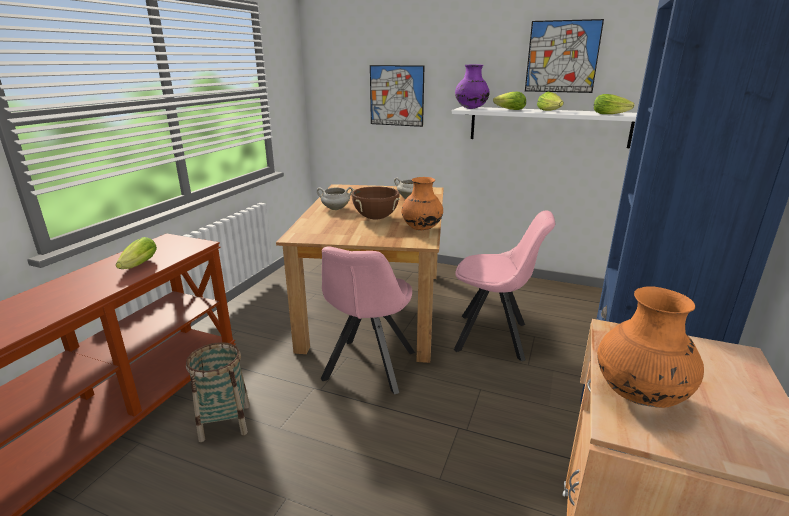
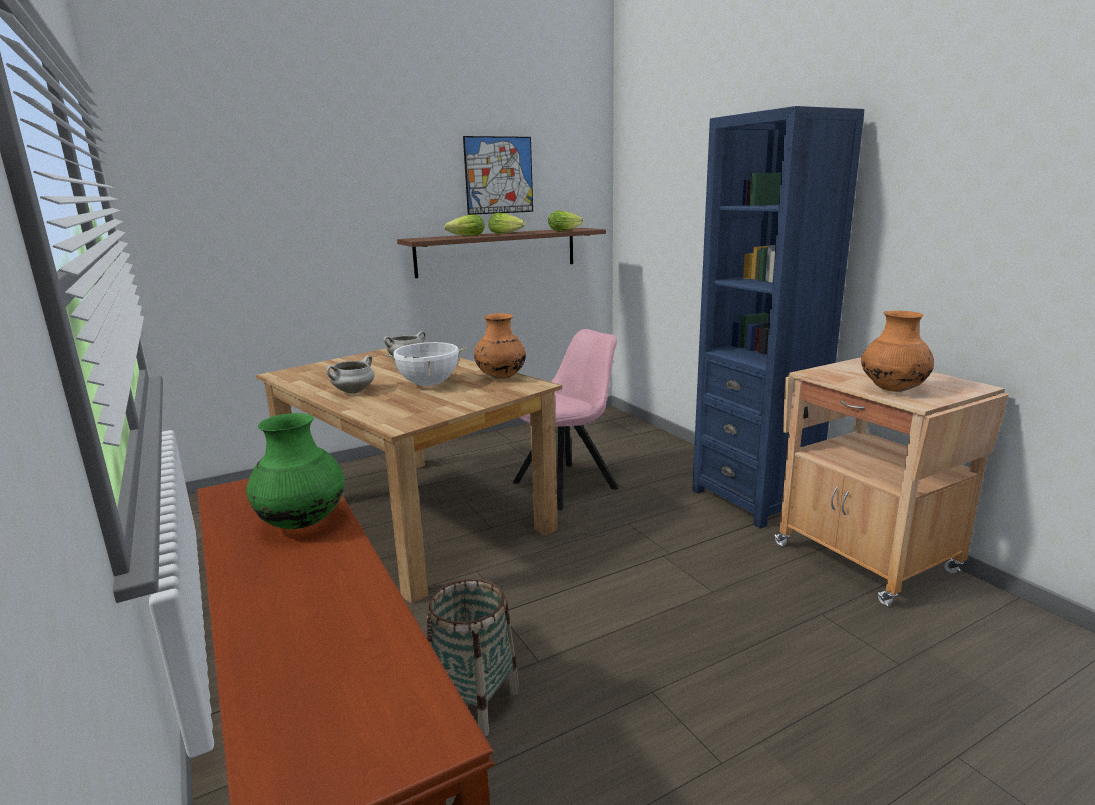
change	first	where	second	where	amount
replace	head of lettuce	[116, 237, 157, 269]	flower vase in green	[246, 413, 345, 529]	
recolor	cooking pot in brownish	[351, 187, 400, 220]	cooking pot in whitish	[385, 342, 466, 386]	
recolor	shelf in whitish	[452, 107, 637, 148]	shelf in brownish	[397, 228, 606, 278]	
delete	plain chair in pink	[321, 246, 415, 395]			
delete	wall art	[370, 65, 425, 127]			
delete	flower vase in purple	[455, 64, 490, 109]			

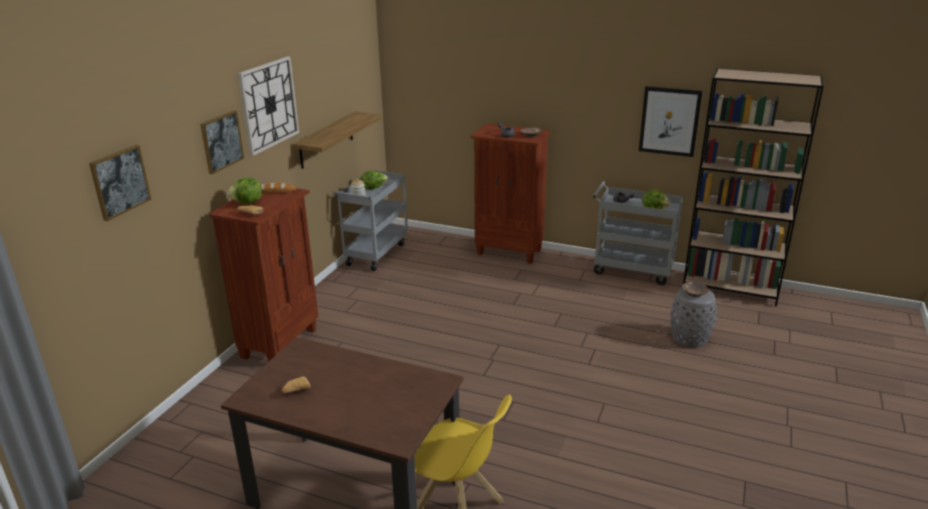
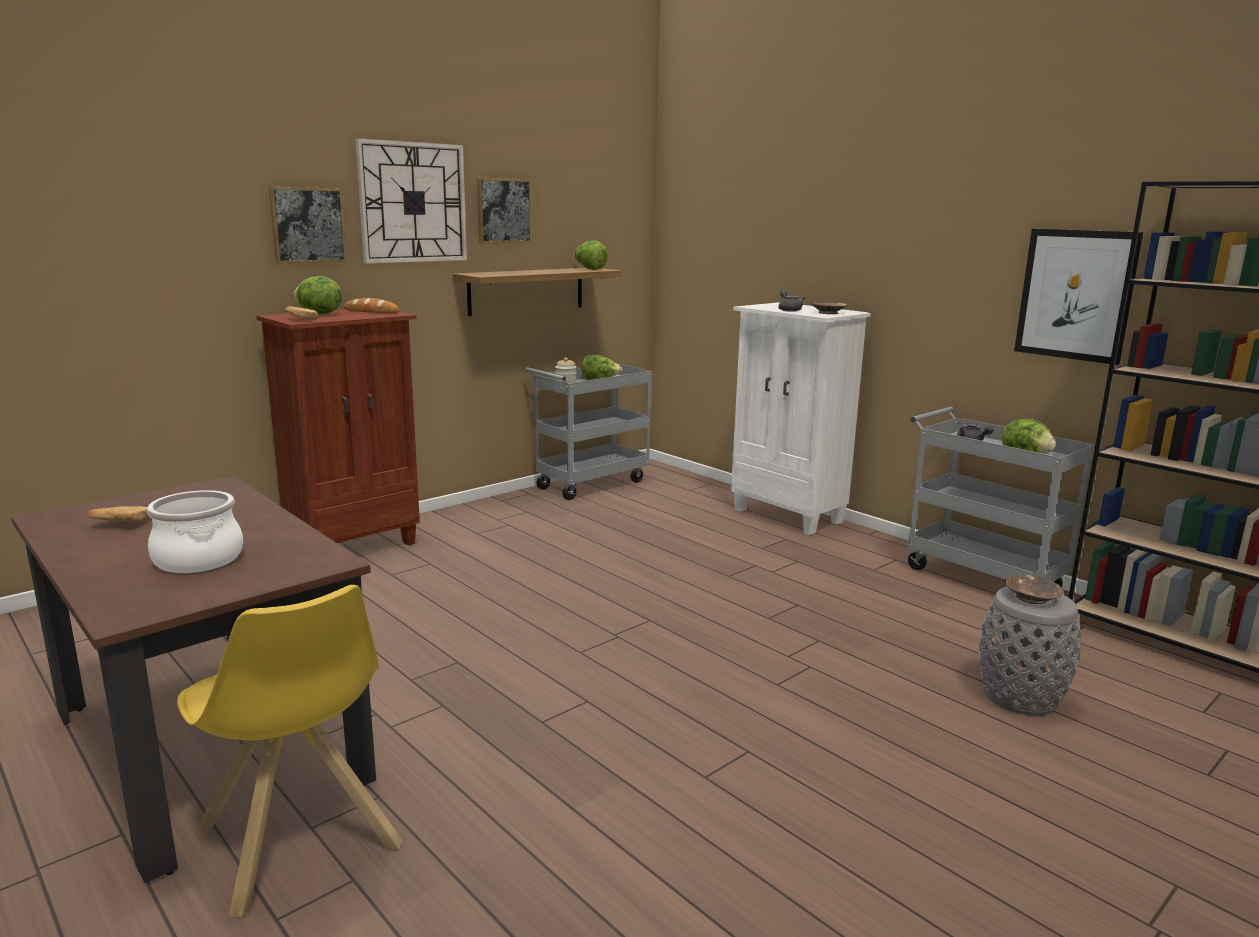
change	first	where	second	where	amount
insert			cooking pot	[147, 490, 243, 573]	
move	wall art	[89, 145, 151, 221]		[477, 178, 532, 243]	
insert			head of lettuce	[574, 240, 608, 270]	
recolor	cabinet in brownish	[470, 124, 551, 264]	cabinet in whitish	[731, 302, 870, 535]	

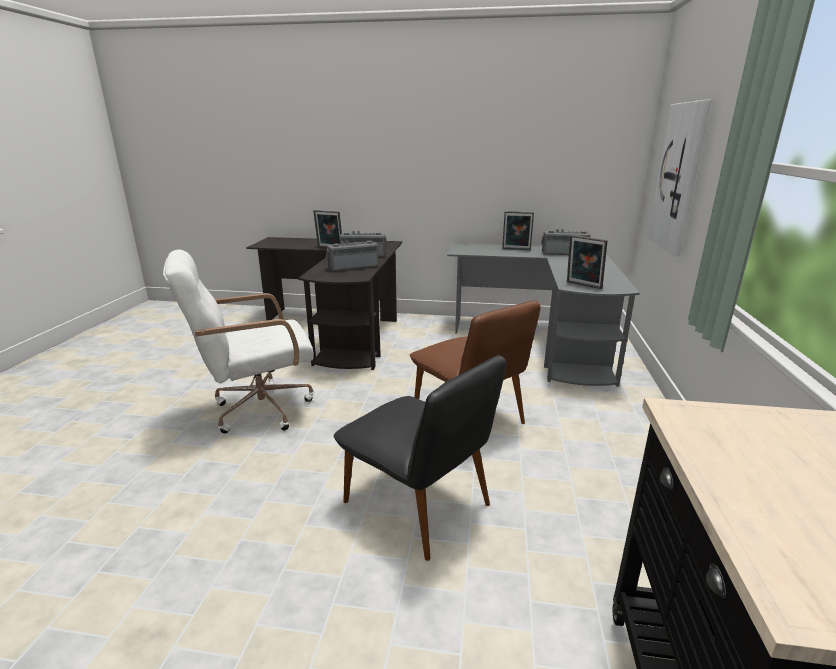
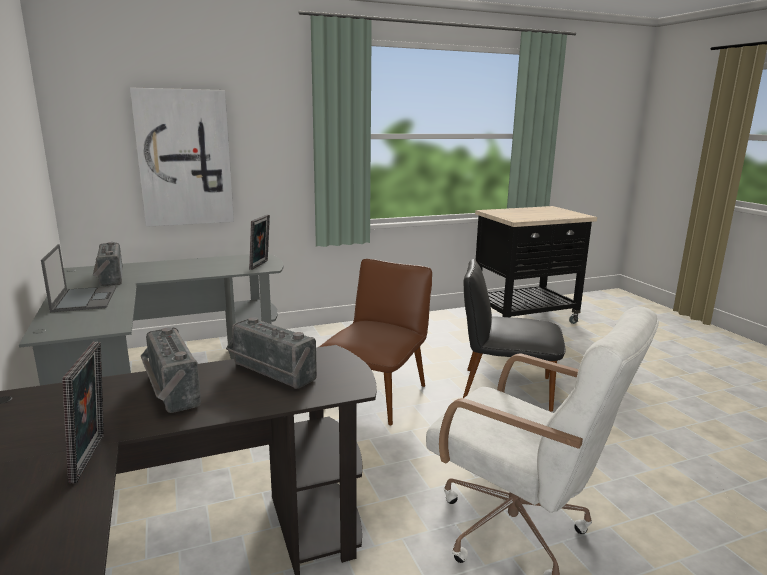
change	first	where	second	where	amount
replace	picture frame	[502, 211, 534, 250]	portable computer	[41, 244, 116, 312]	
rotate	plain chair in black-coloured	[334, 355, 506, 561]		[463, 259, 566, 412]	90 degrees counterclockwise

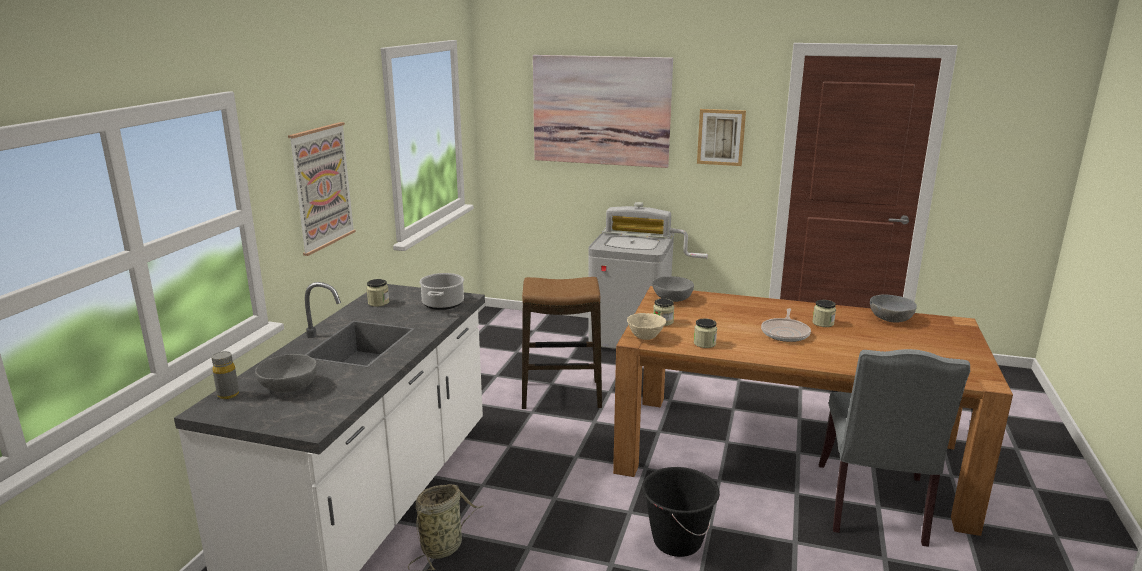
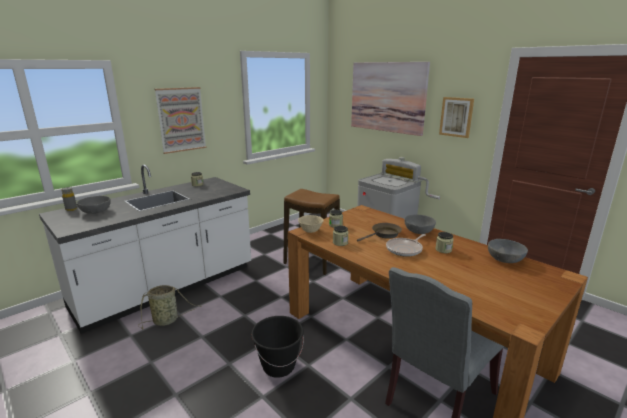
change	first	where	second	where	amount
insert			skillet in brownish	[357, 223, 402, 242]	
move	serving bowl in greyish	[653, 276, 694, 302]		[404, 214, 436, 234]	
delete	cooking pot	[419, 273, 464, 310]			

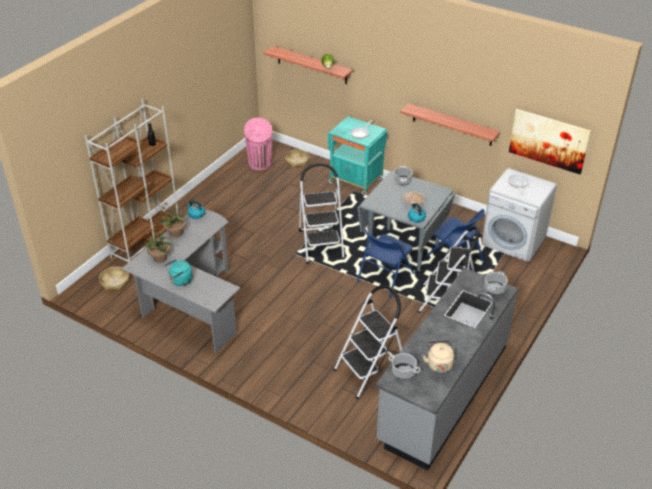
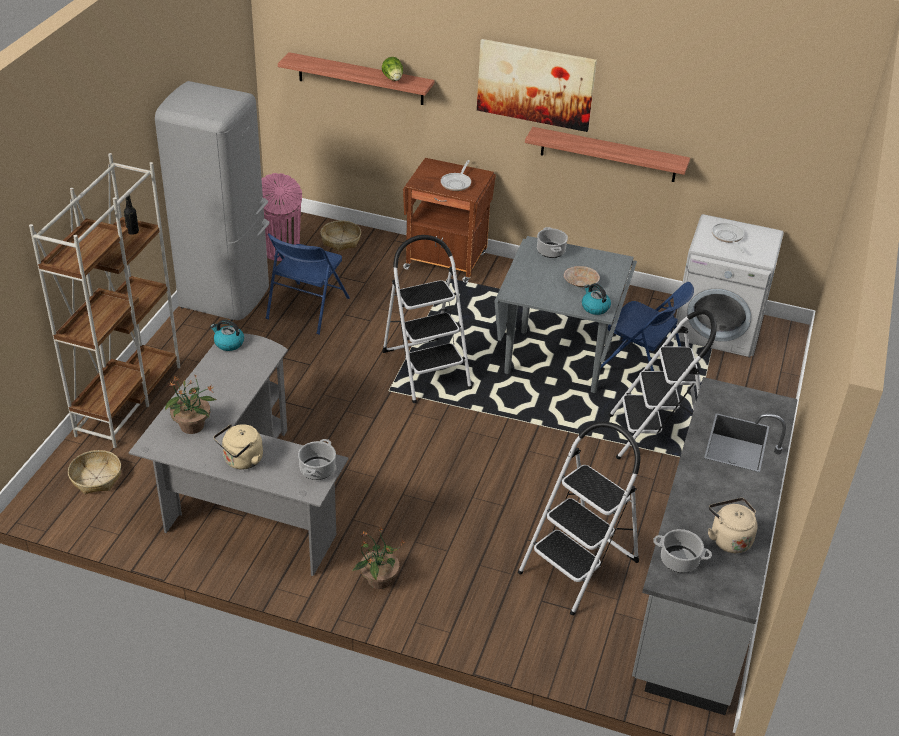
change	first	where	second	where	amount
insert			kitchen fridge in greyish	[155, 81, 270, 321]	
recolor	tea kettle in blue-green	[165, 259, 193, 286]	tea kettle in beige	[214, 424, 263, 470]	
move	plain chair in bluish	[357, 229, 415, 298]		[266, 233, 350, 335]	
move	cooking pot	[485, 271, 508, 295]		[298, 439, 336, 480]	
move	potted plant	[158, 201, 188, 237]		[352, 526, 405, 589]	
recolor	wheeled cart in blue-green	[328, 116, 388, 196]	wheeled cart in brownish	[403, 158, 496, 283]	
move	wall art	[509, 109, 591, 174]		[477, 39, 597, 132]	

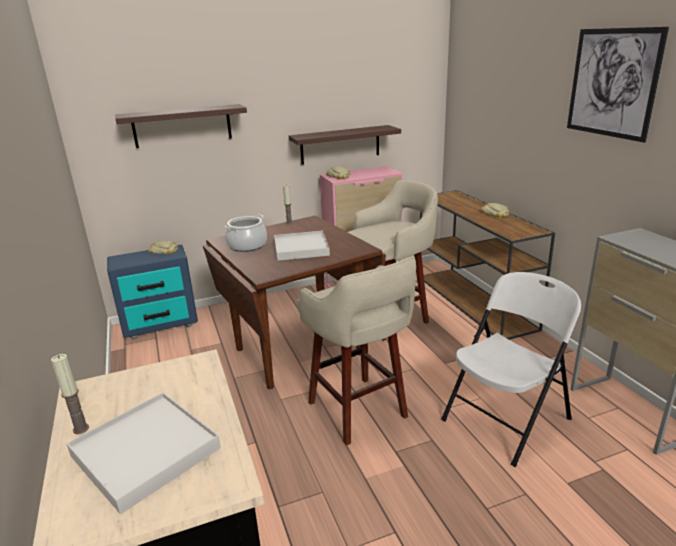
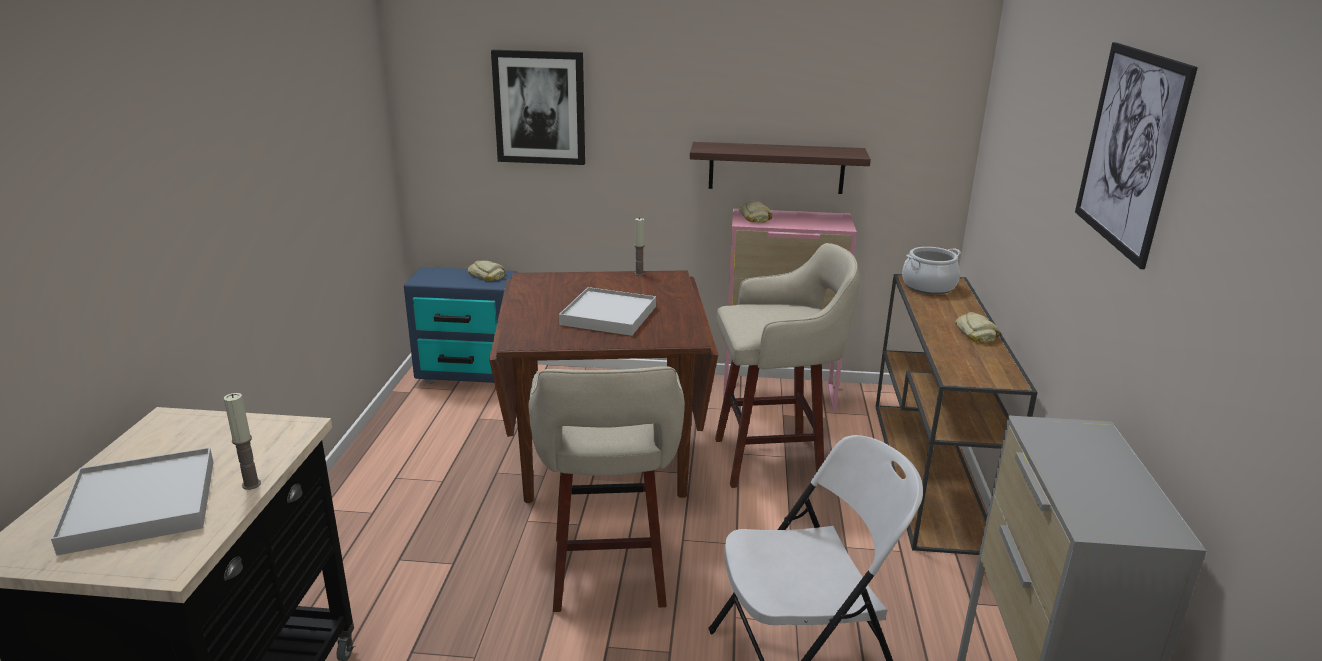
change	first	where	second	where	amount
move	wax candle	[51, 354, 89, 434]		[224, 393, 261, 490]	
replace	shelf	[115, 104, 247, 148]	wall art	[491, 50, 585, 165]	
move	cooking pot	[224, 215, 267, 252]		[902, 247, 961, 294]	

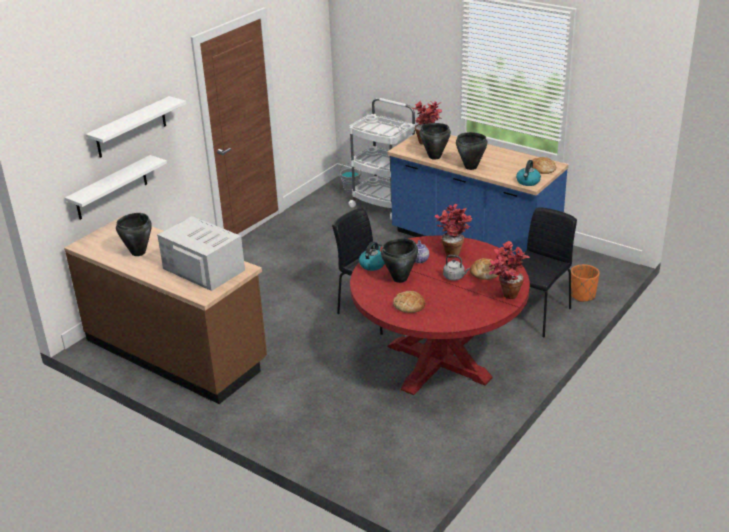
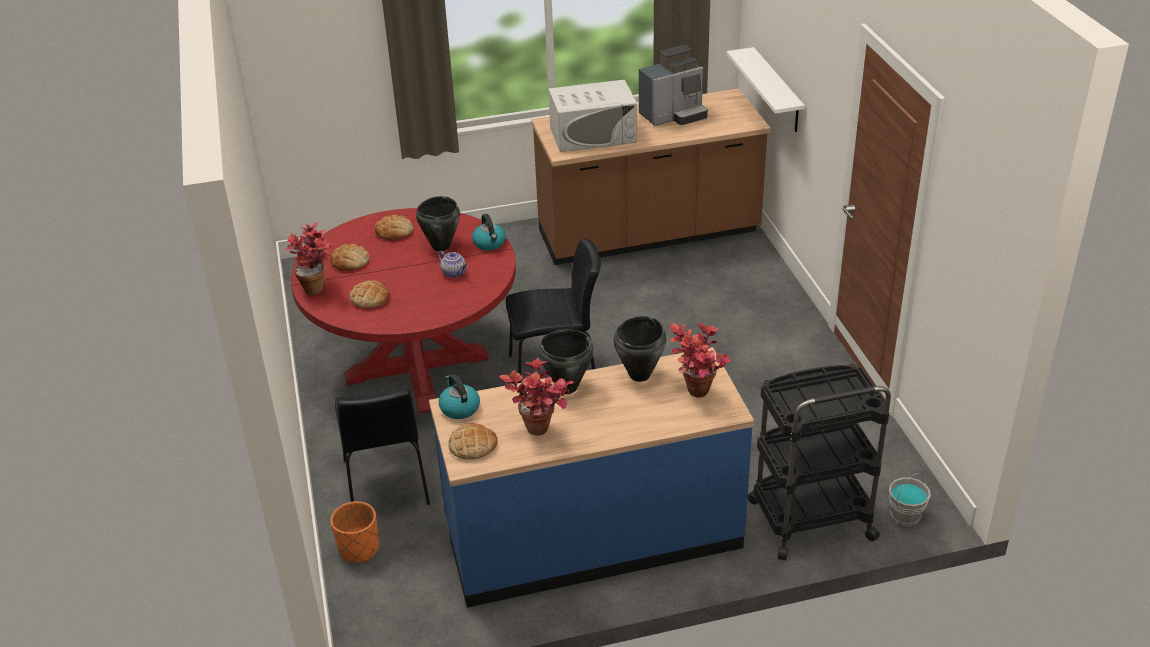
change	first	where	second	where	amount
insert			bread	[330, 244, 370, 271]	
move	potted plant	[435, 204, 472, 258]		[499, 358, 573, 436]	
replace	cooking pot in black-coloured	[116, 213, 152, 256]	coffee maker	[639, 45, 708, 126]	
recolor	wheeled cart in whitish	[348, 98, 416, 220]	wheeled cart in black-coloured	[748, 364, 891, 561]	
delete	shelf in whitish	[86, 96, 186, 158]			
delete	tea kettle in greyish	[443, 255, 470, 281]			

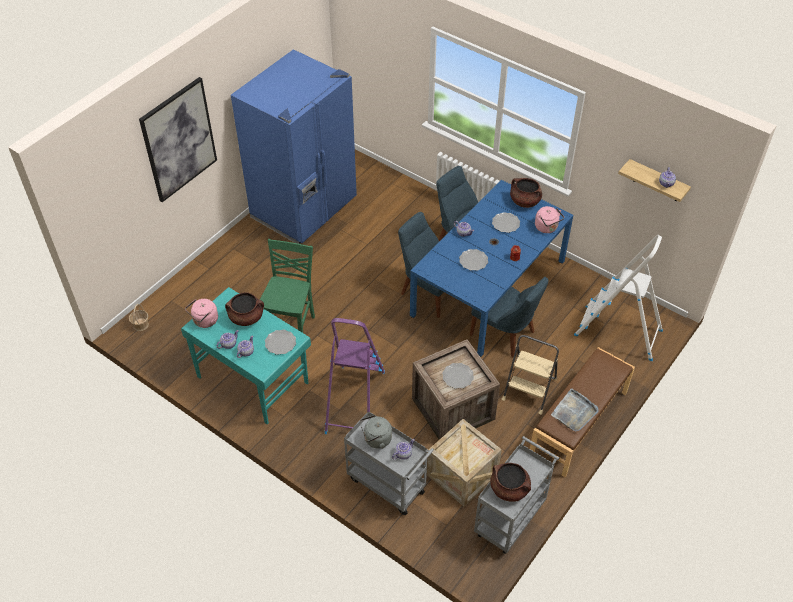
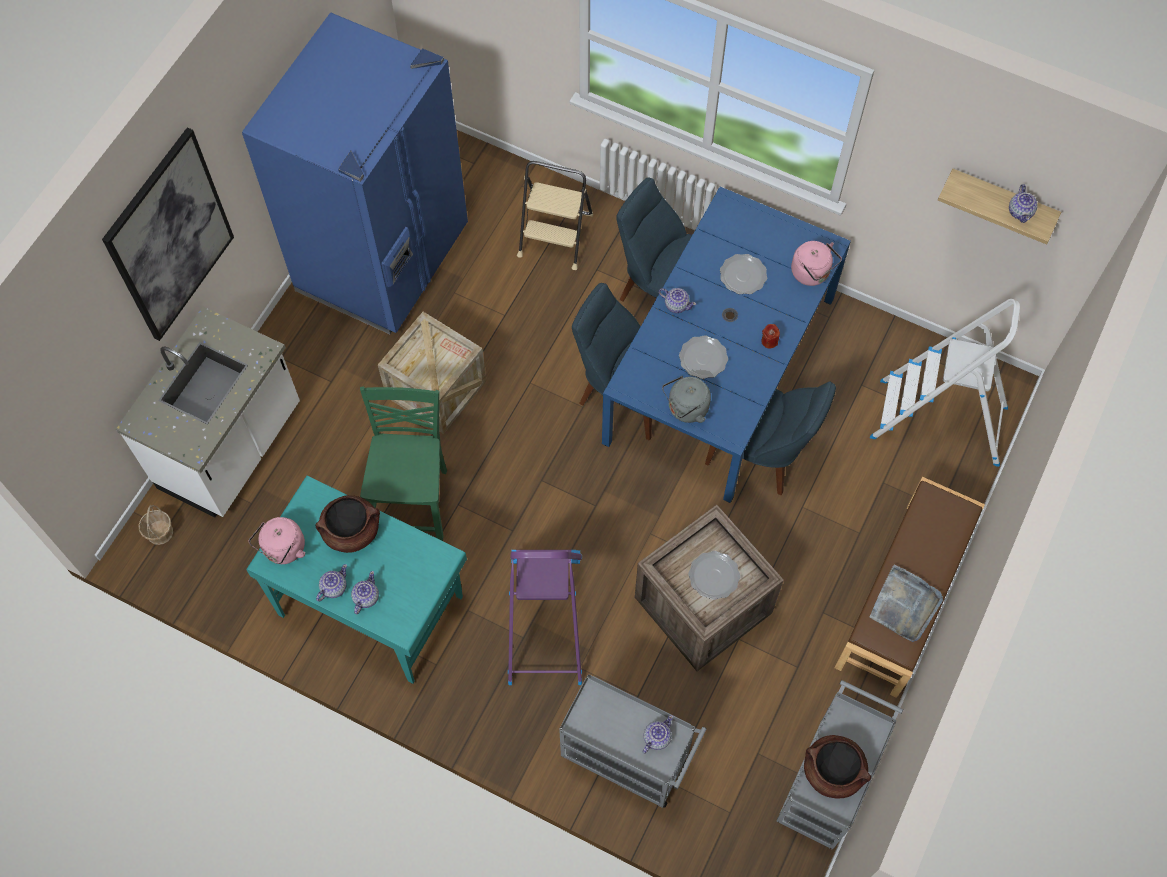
change	first	where	second	where	amount
insert			counter in whitish	[116, 307, 300, 517]	
move	shipping crate	[427, 419, 502, 507]		[378, 312, 486, 434]	
move	step stool in beige	[502, 335, 559, 415]		[517, 161, 593, 270]	
move	tea kettle in greyish	[360, 415, 392, 449]		[662, 376, 711, 423]	
delete	flat dish	[265, 330, 296, 355]			
delete	cooking pot in brownish	[510, 178, 542, 208]			

